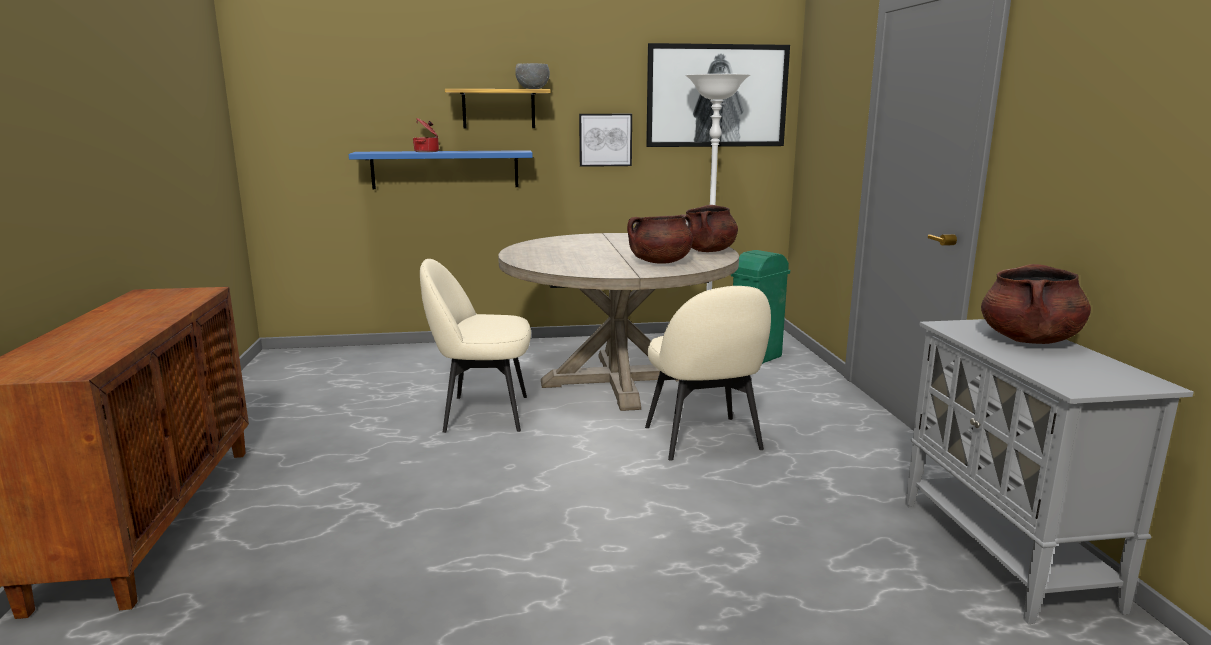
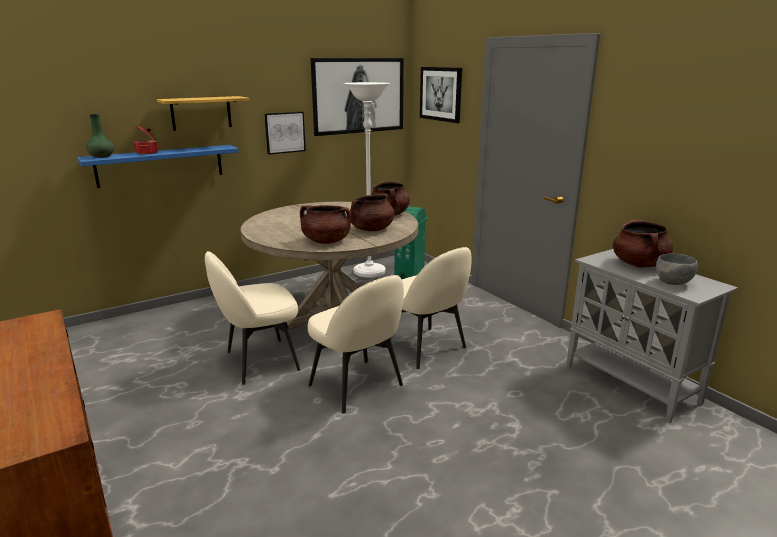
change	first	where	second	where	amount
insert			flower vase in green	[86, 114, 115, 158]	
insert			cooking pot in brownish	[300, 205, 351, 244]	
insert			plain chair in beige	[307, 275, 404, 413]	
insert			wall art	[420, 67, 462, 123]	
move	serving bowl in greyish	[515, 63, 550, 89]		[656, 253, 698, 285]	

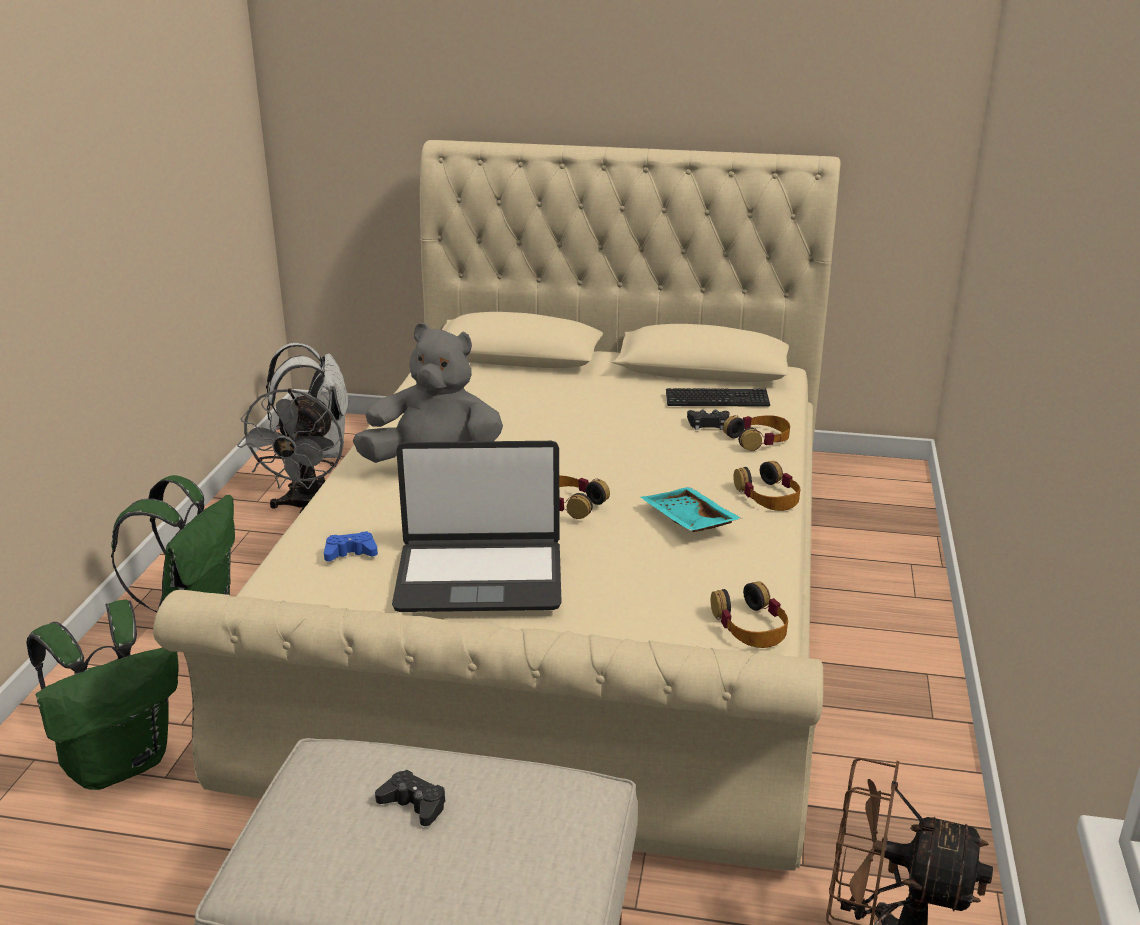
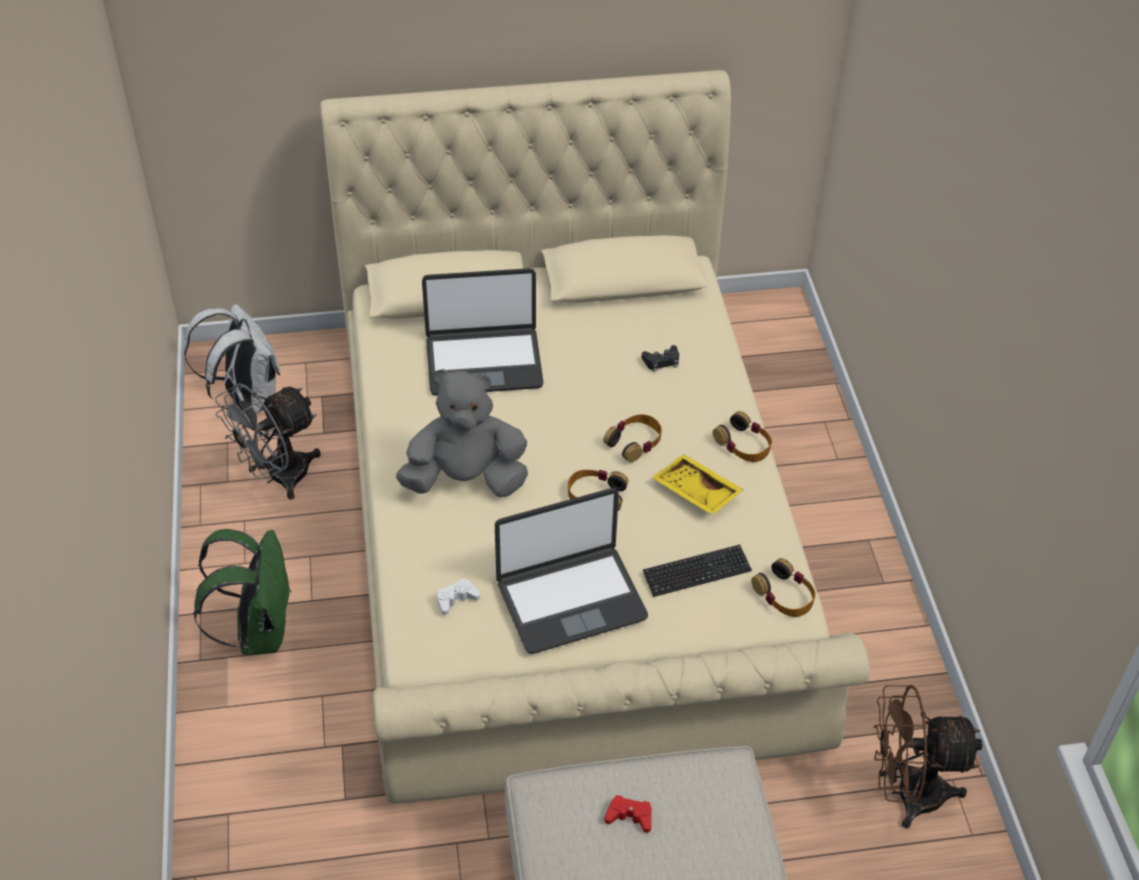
change	first	where	second	where	amount
rotate	fan in greyish	[237, 388, 343, 513]		[215, 383, 321, 499]	60 degrees clockwise
insert			portable computer	[422, 268, 544, 396]	
recolor	joypad in bluish	[324, 531, 378, 561]	joypad in whitish	[436, 578, 480, 615]	
move	headphones	[723, 415, 790, 451]		[603, 414, 662, 462]	
recolor	joypad in black-coloured	[375, 770, 446, 826]	joypad in red	[604, 795, 652, 833]	
move	keyboard	[666, 388, 770, 407]		[643, 545, 752, 597]	
recolor	carrying tray in blue-green	[641, 487, 742, 532]	carrying tray in yellow	[652, 454, 744, 515]	
delete	knapsack in green	[26, 600, 179, 790]			

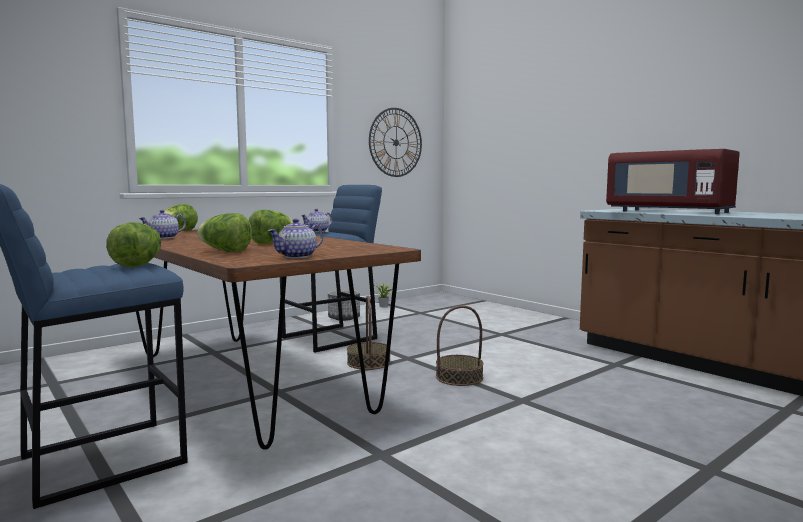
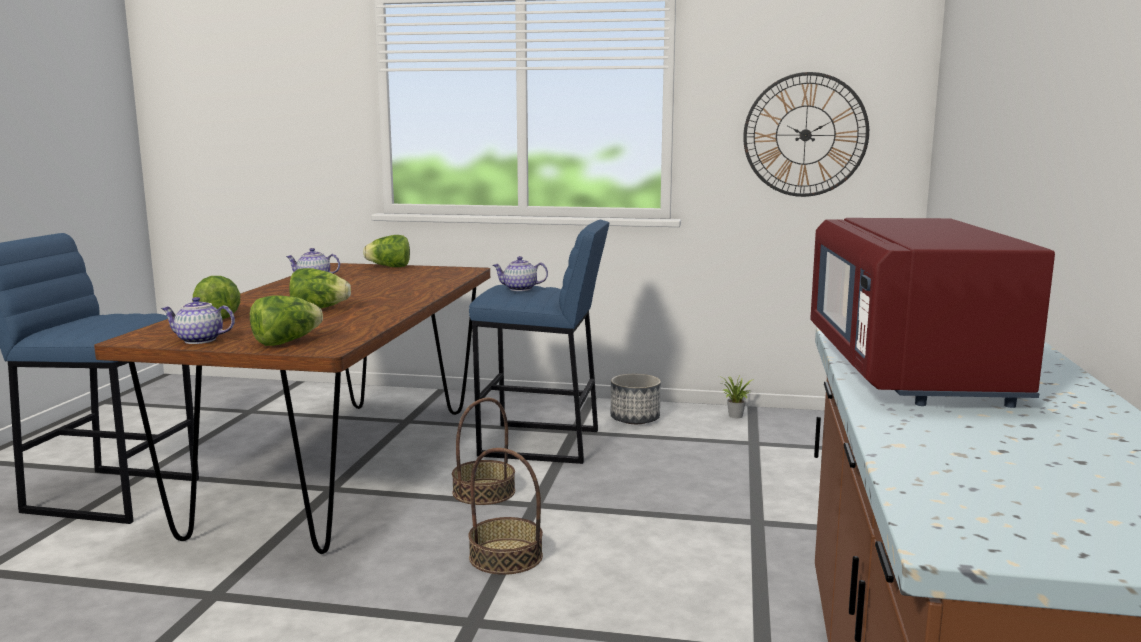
change	first	where	second	where	amount
move	head of lettuce	[106, 222, 161, 267]		[250, 295, 323, 346]	

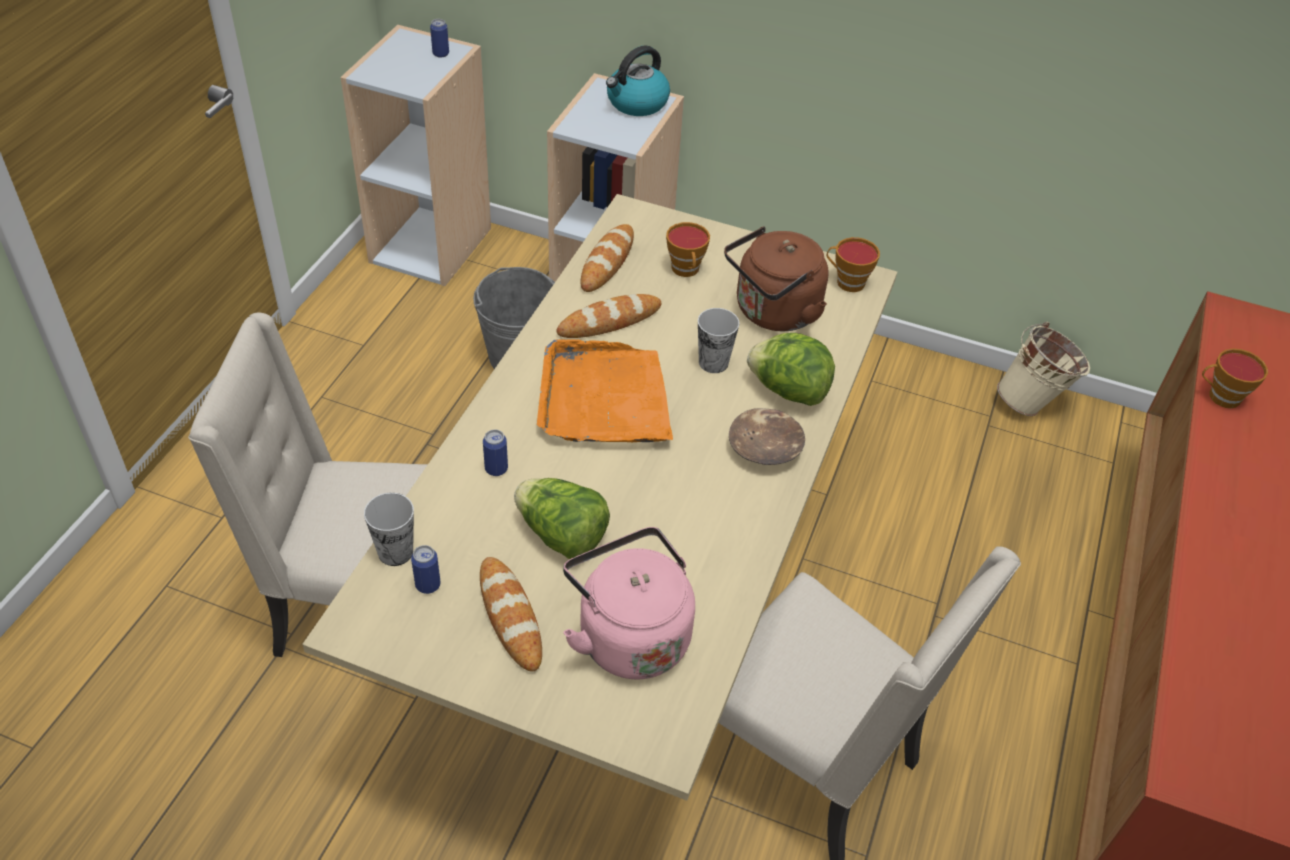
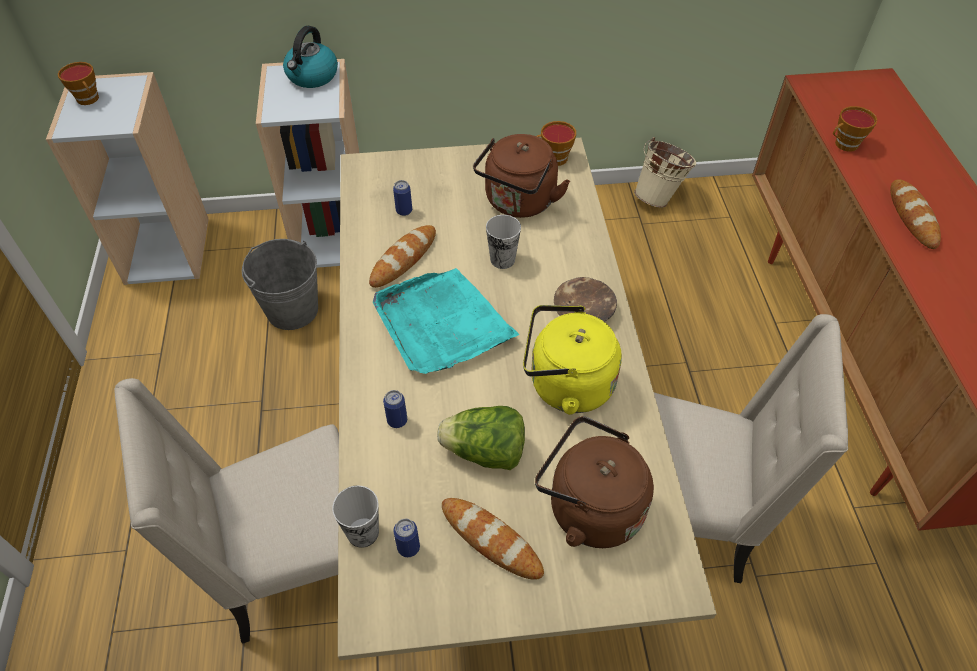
change	first	where	second	where	amount
move	small cup	[666, 222, 710, 277]		[58, 62, 99, 105]	
recolor	carrying tray in orangey	[537, 339, 673, 442]	carrying tray in blue-green	[373, 268, 520, 374]	
move	can	[430, 19, 449, 58]		[393, 180, 412, 216]	
insert			tea kettle in yellow	[523, 305, 622, 415]	
recolor	tea kettle in pink	[563, 527, 695, 680]	tea kettle in brownish	[535, 416, 654, 548]	
move	bread	[580, 224, 634, 292]		[890, 179, 941, 249]	
delete	head of lettuce	[747, 333, 835, 406]			

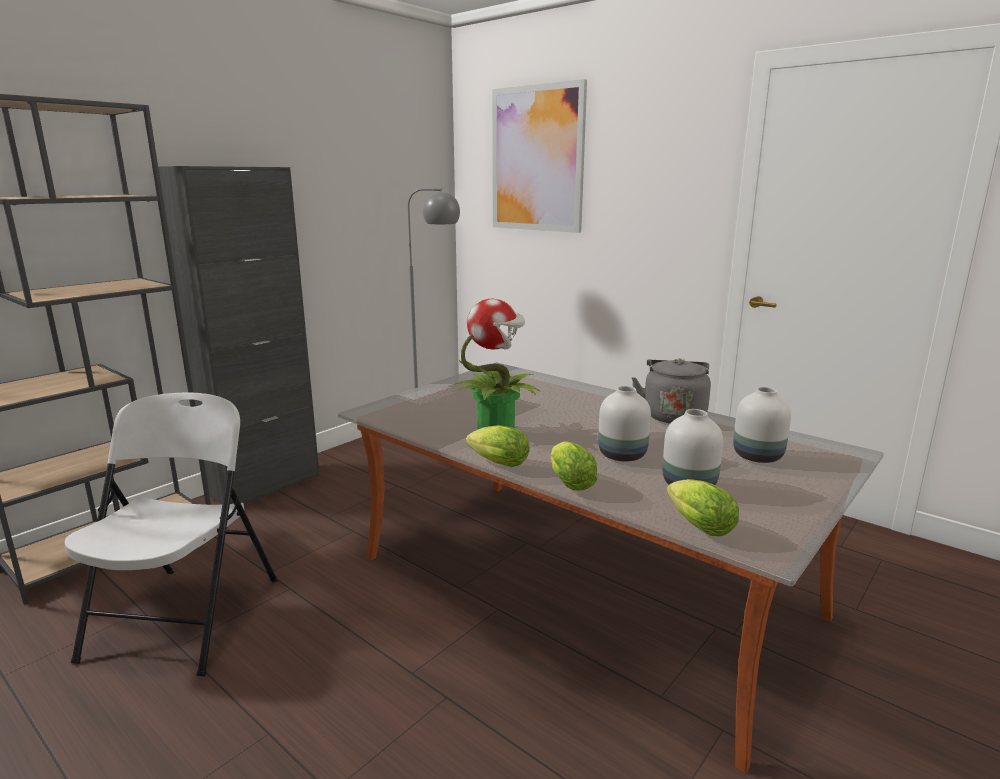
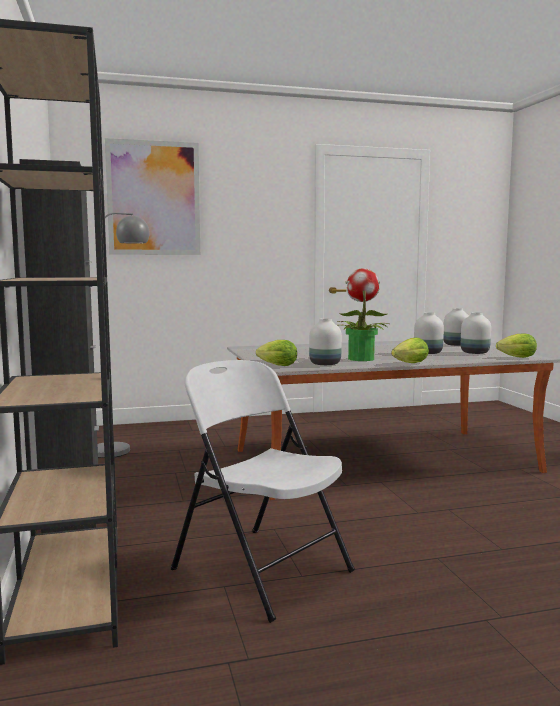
change	first	where	second	where	amount
move	head of lettuce	[551, 441, 597, 491]		[256, 340, 297, 366]	
insert			flower vase in whitish	[309, 318, 342, 365]	
delete	tea kettle in greyish	[632, 358, 711, 424]			

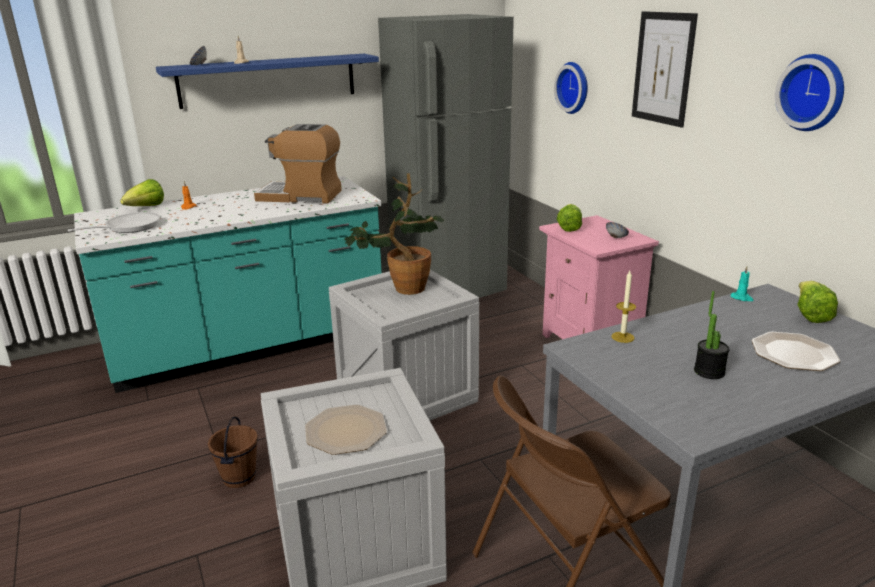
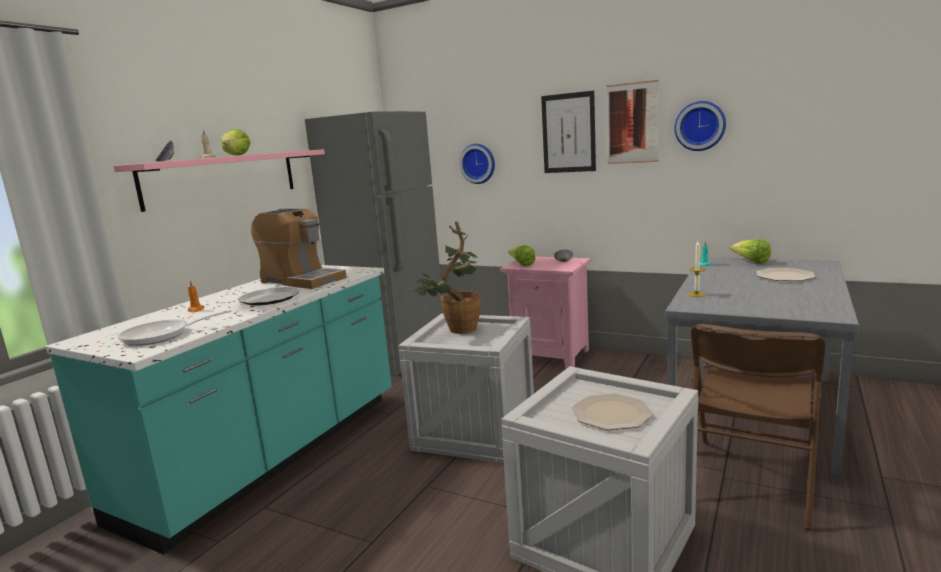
change	first	where	second	where	amount
recolor	shelf in bluish	[156, 54, 379, 109]	shelf in pink	[114, 149, 325, 212]	
rotate	skillet	[68, 212, 160, 233]		[117, 310, 232, 346]	120 degrees counterclockwise
move	head of lettuce	[120, 179, 164, 206]		[221, 129, 251, 155]	
insert			flat dish	[238, 287, 300, 305]	
rotate	coffee maker	[254, 124, 342, 204]		[251, 209, 347, 289]	120 degrees counterclockwise
insert			wall art	[606, 80, 659, 164]	
delete	bucket in brownish	[208, 416, 258, 488]			
delete	potted plant	[694, 291, 730, 379]			

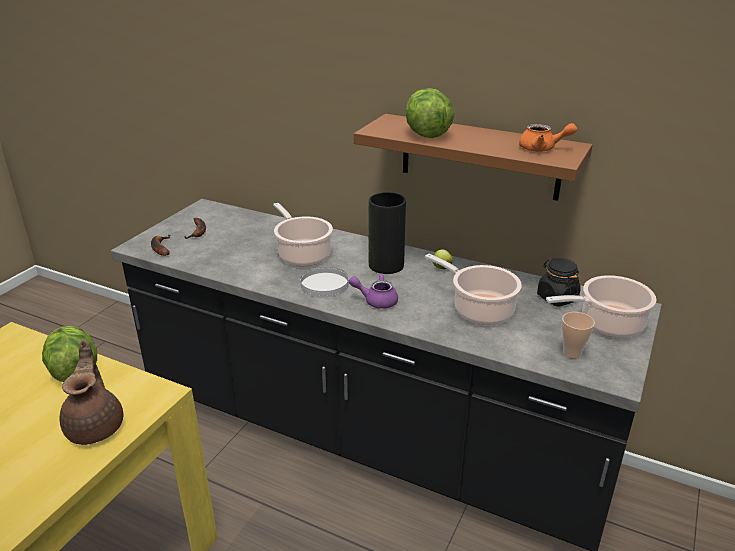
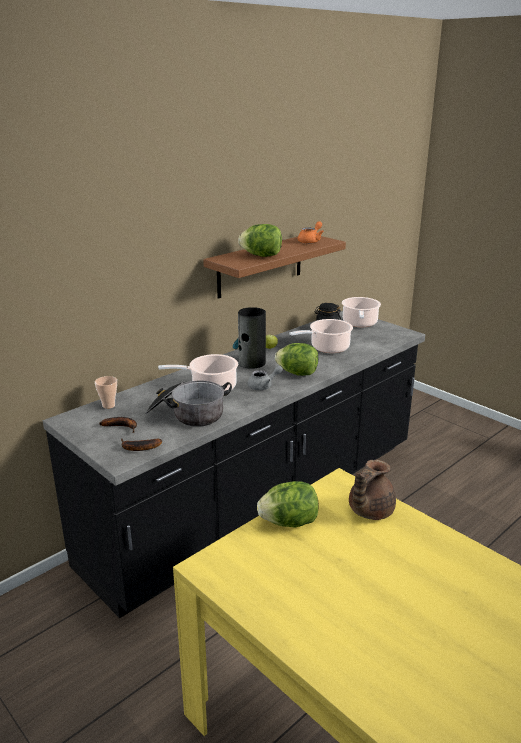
change	first	where	second	where	amount
move	small cup	[562, 312, 595, 358]		[95, 376, 117, 409]	
insert			cooking pot	[145, 381, 232, 427]	
replace	flat dish in whitish	[300, 267, 349, 298]	pot for tea in greyish	[248, 365, 283, 390]	
replace	pot for tea in purple	[349, 273, 398, 309]	head of lettuce	[275, 343, 318, 376]	
rotate	pot for tea in brownish	[60, 340, 124, 445]		[349, 460, 396, 520]	60 degrees counterclockwise

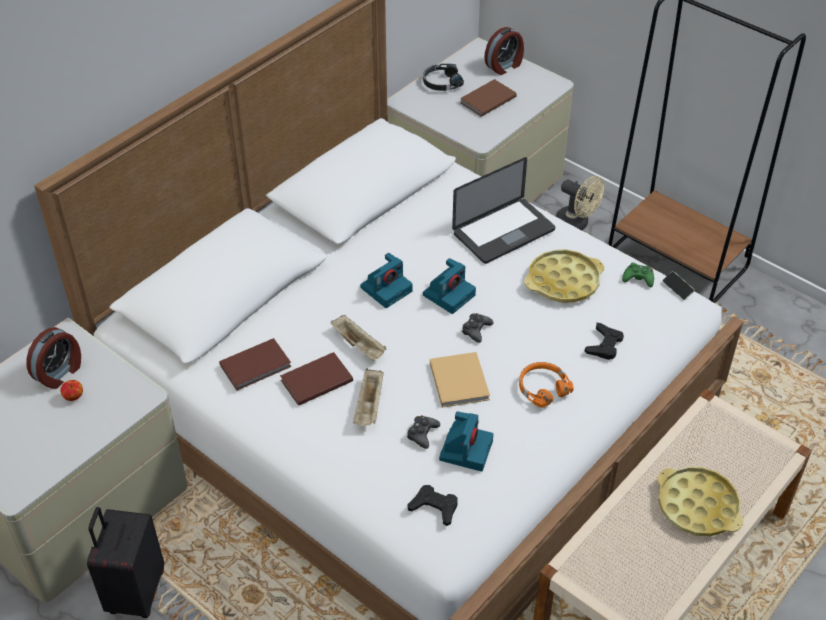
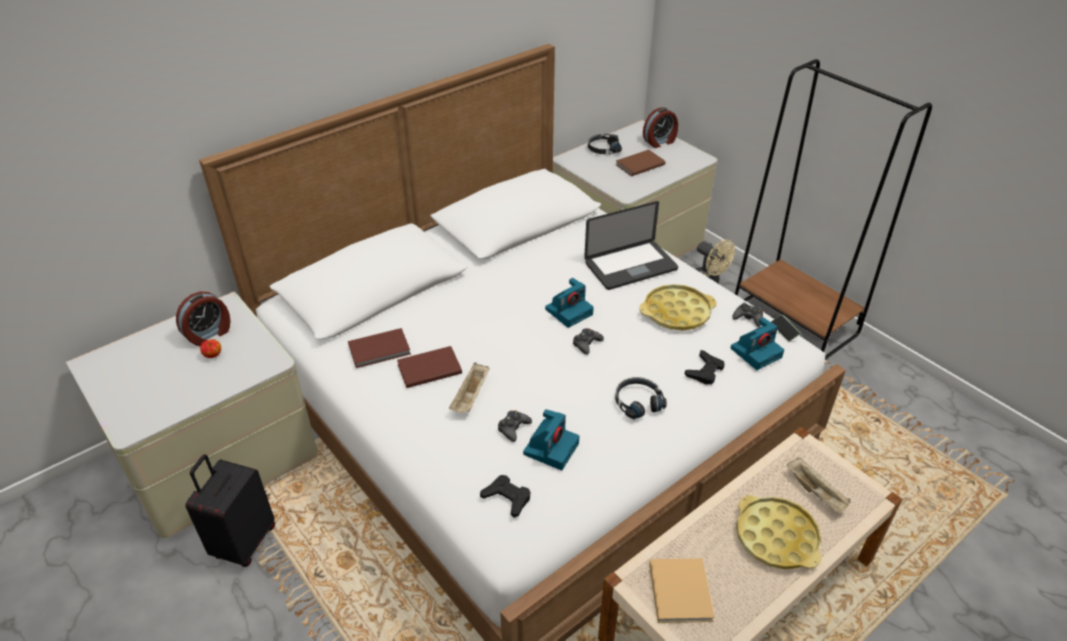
change	first	where	second	where	amount
recolor	headphones in orangey	[519, 362, 574, 408]	headphones in black-coloured	[615, 377, 667, 419]	
move	bound book in beige	[430, 352, 490, 407]		[649, 558, 715, 623]	
move	still camera	[360, 253, 413, 308]		[731, 317, 784, 370]	
recolor	joypad in green	[622, 262, 654, 287]	joypad in black-coloured	[732, 302, 763, 327]	
move	carrying tray in beige	[331, 315, 387, 361]		[787, 458, 851, 513]	

